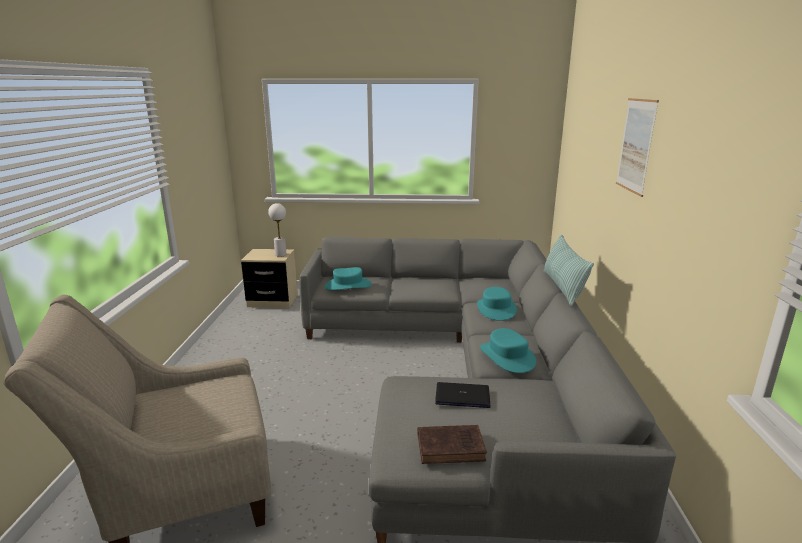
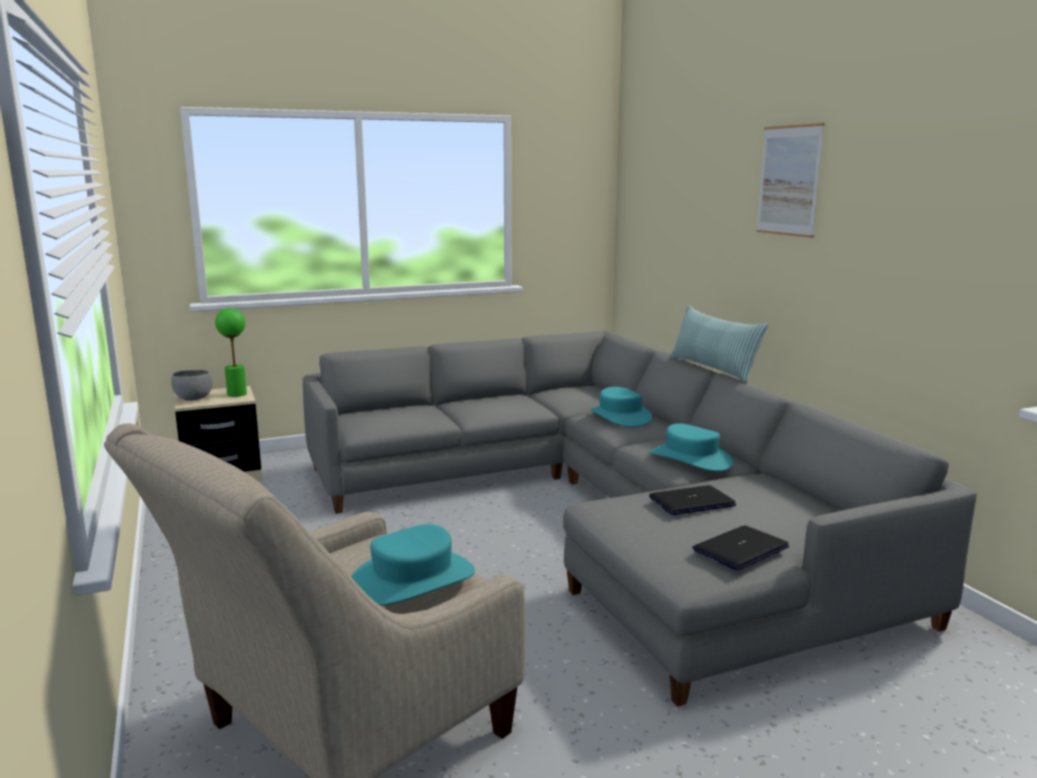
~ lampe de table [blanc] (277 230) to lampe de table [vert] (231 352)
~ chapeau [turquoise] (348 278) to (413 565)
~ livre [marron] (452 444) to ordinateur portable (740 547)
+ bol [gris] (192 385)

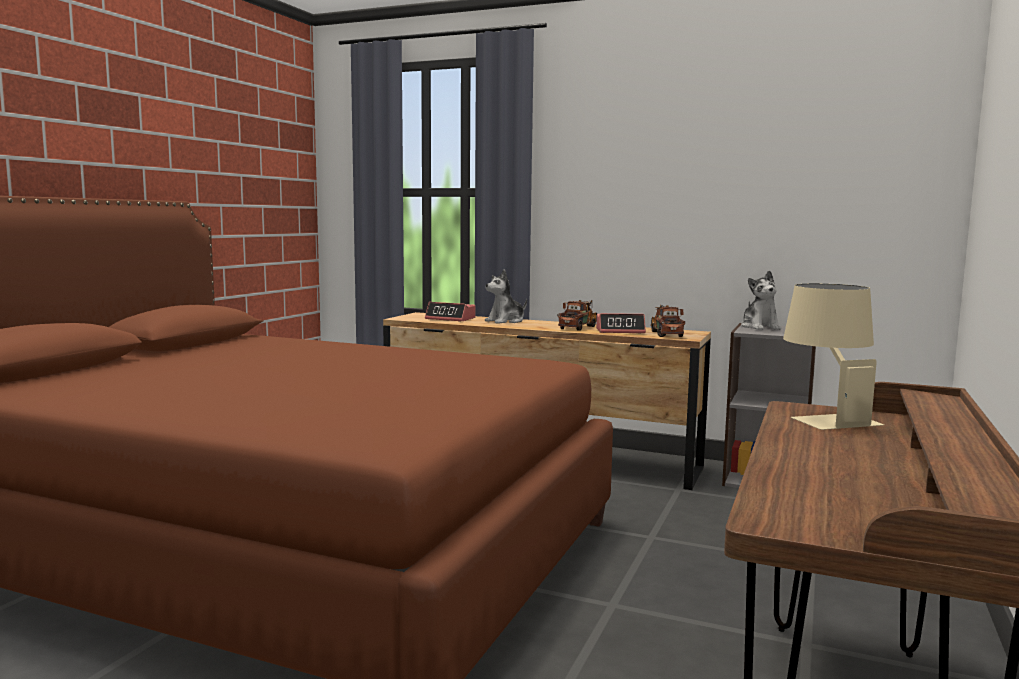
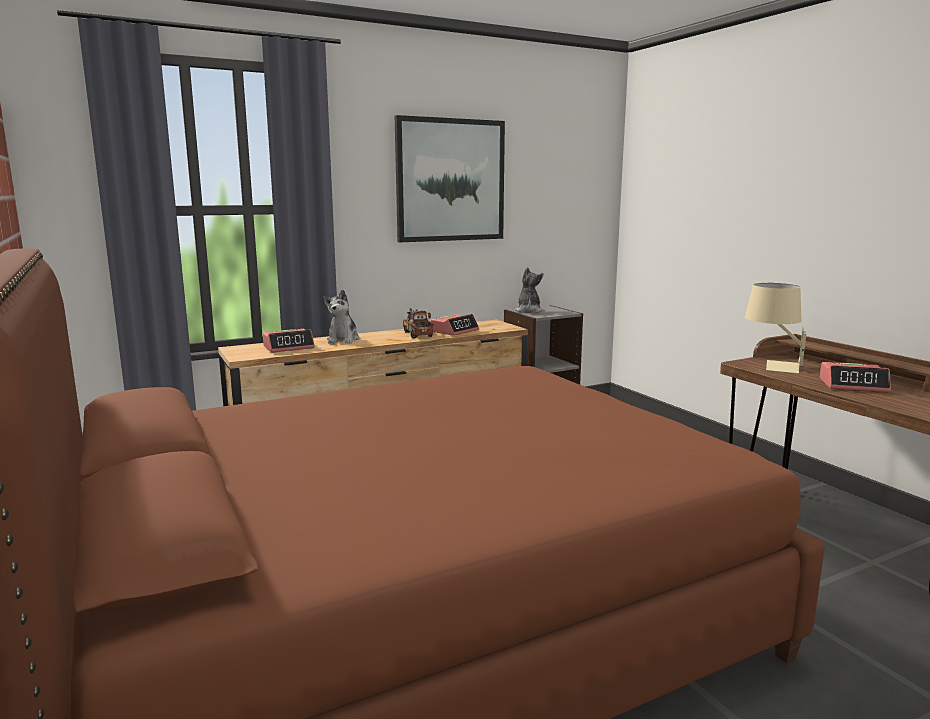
~ peluche (761 300) = (529 289) 120 degrees counterclockwise
- camion jouet (667 320)
+ tableau (450 178)
+ réveil (855 377)

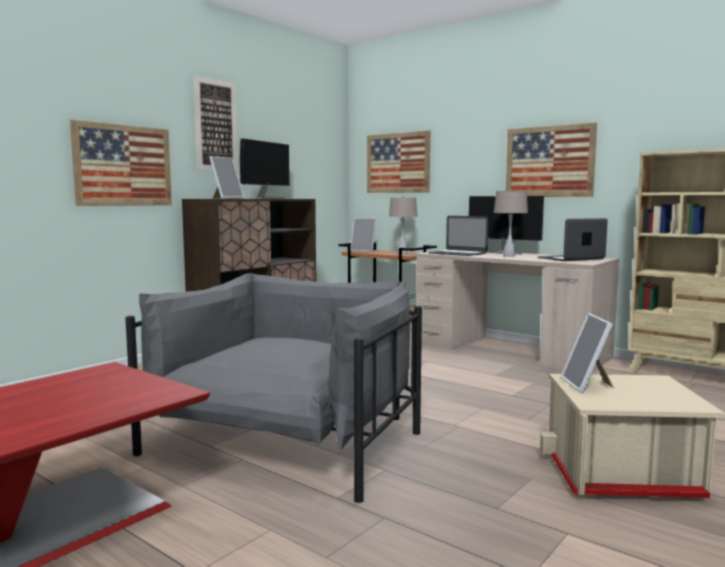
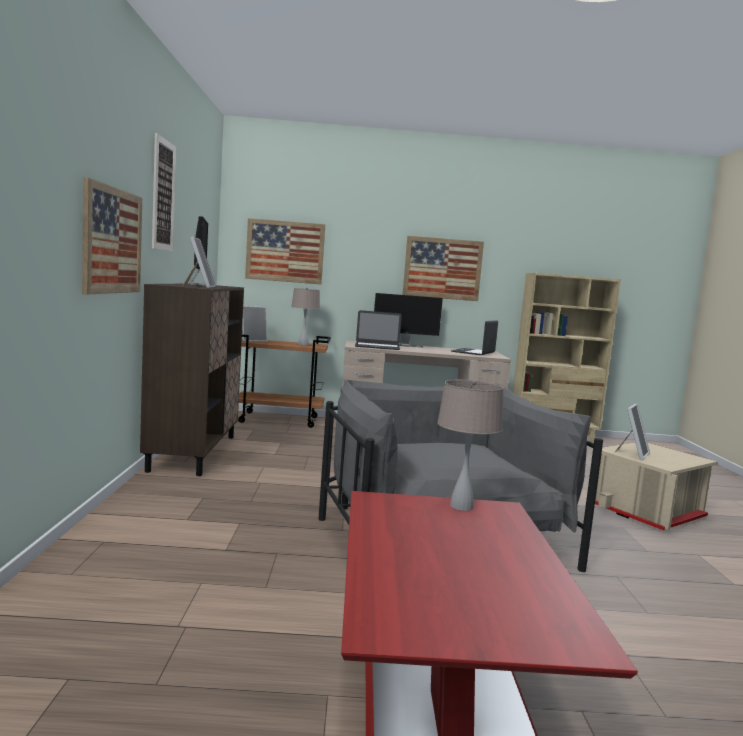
~ lampe de table [beige] (511 223) to (470 445)
~ cadre photo (587 353) = (632 432) 105 degrees counterclockwise

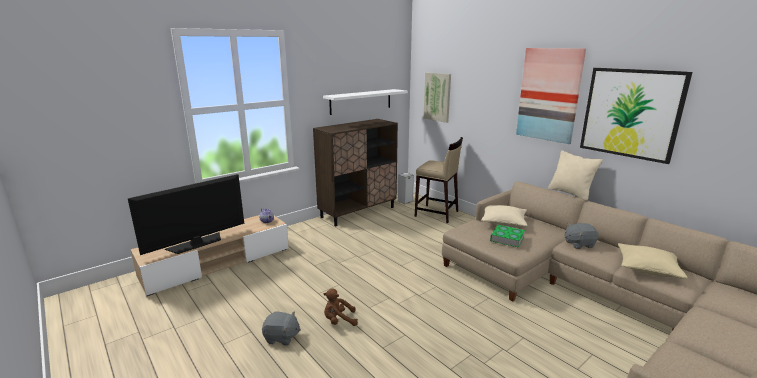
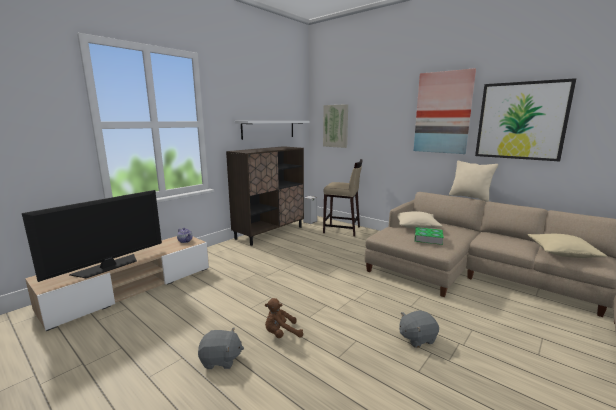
~ peluche [gris] (582 236) to (419 329)

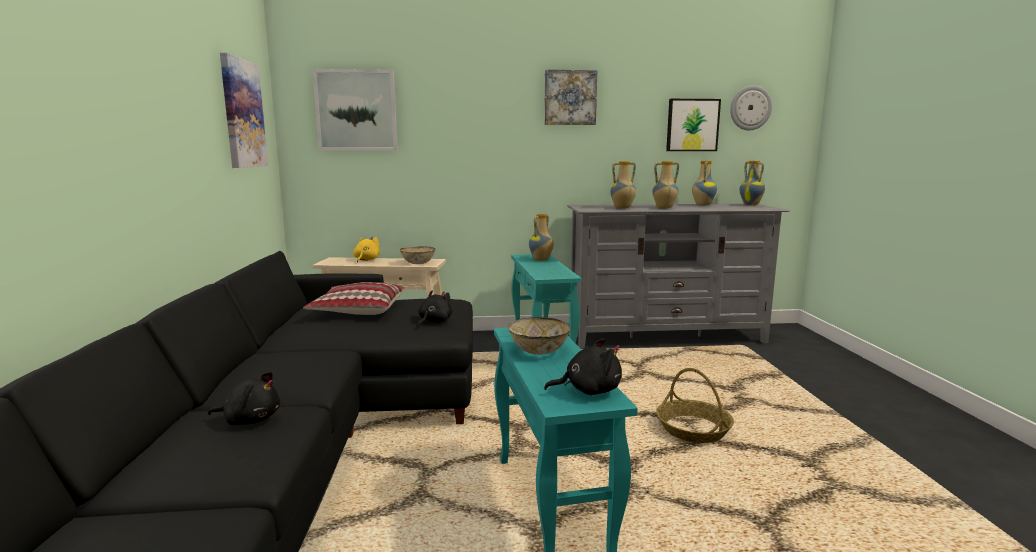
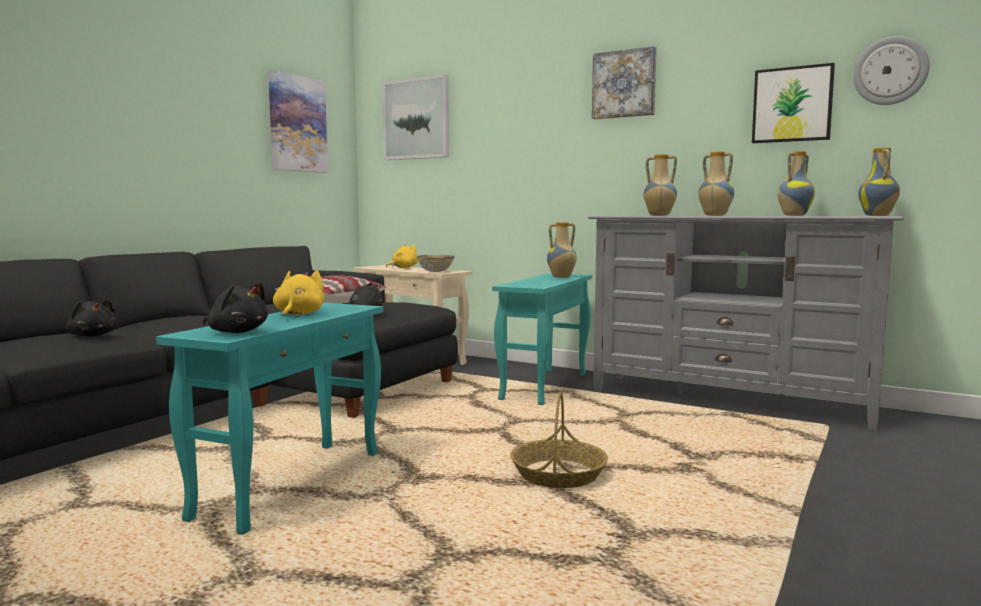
~ bol (539 336) to peluche [jaune] (298 294)

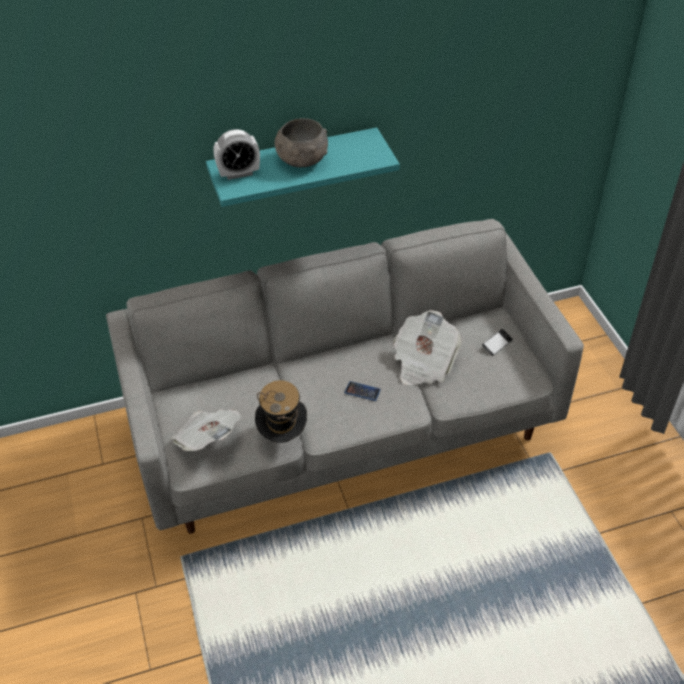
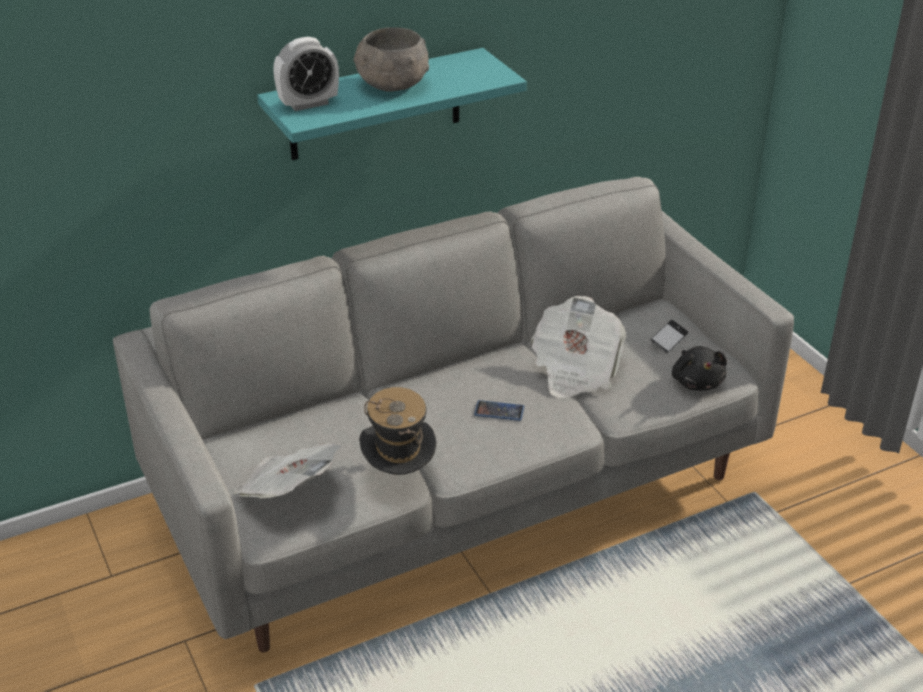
+ peluche [noir] (699 368)

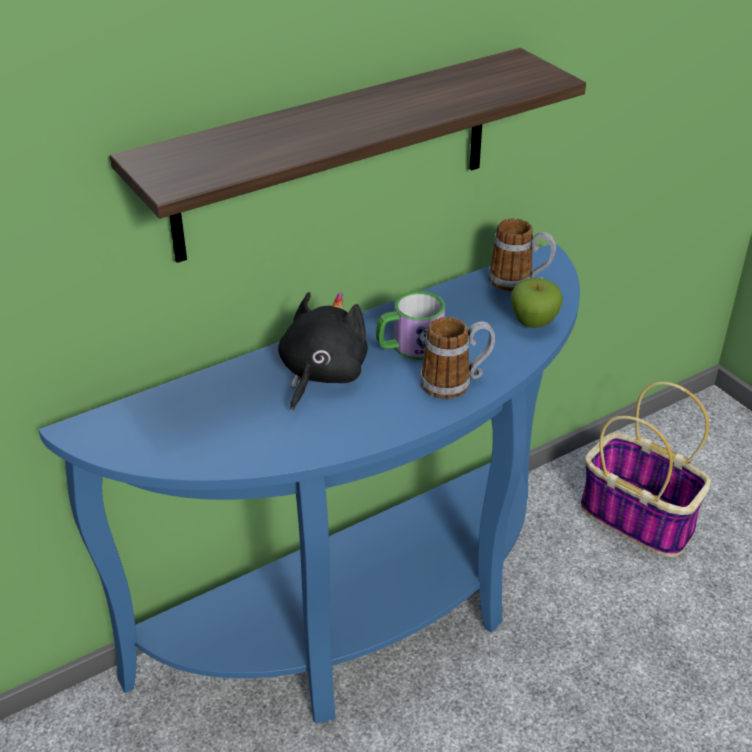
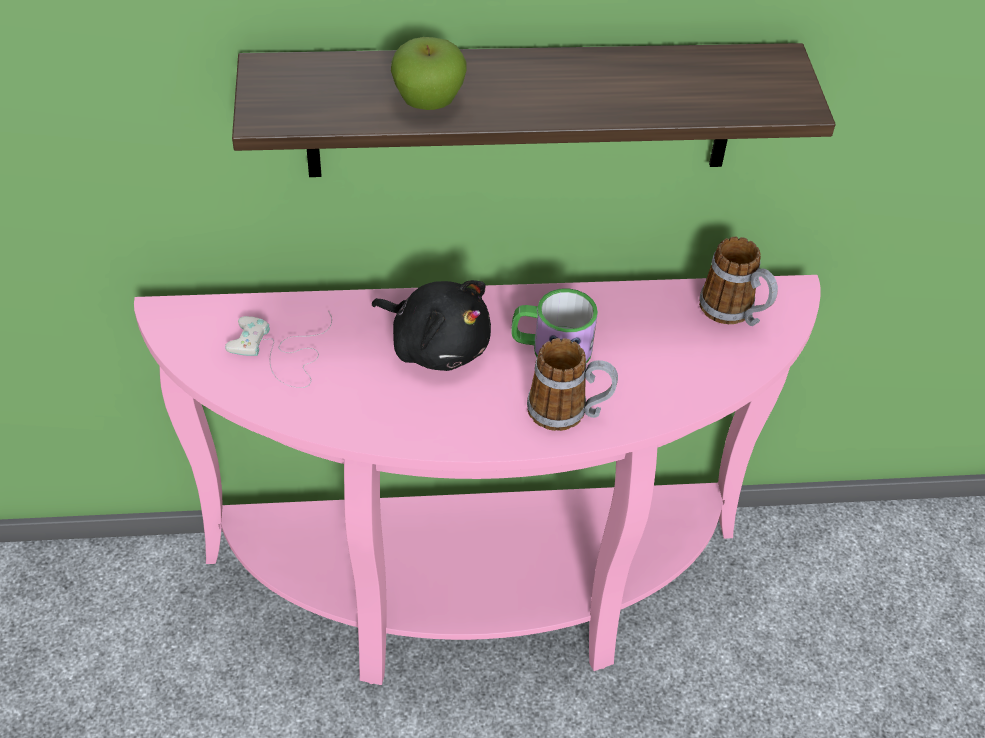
~ table console [bleu] (309 484) to table console [rose] (477 480)
~ pomme (537 303) to (429 73)
~ peluche [noir] (323 352) = (431 325) 75 degrees clockwise
- panier (646 469)
+ manette [blanc] (278 349)

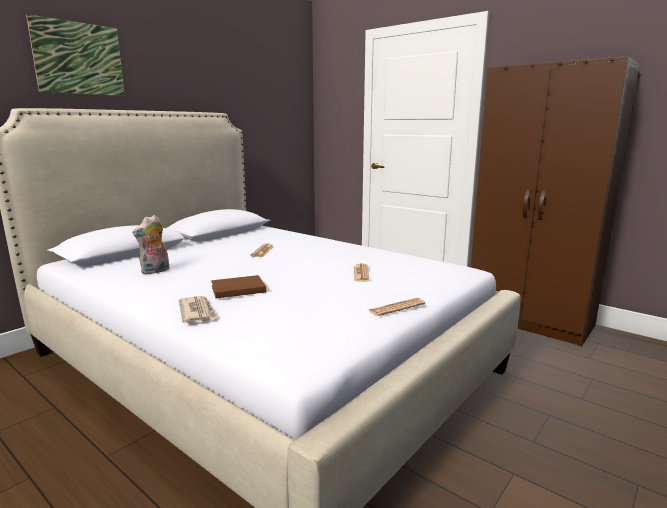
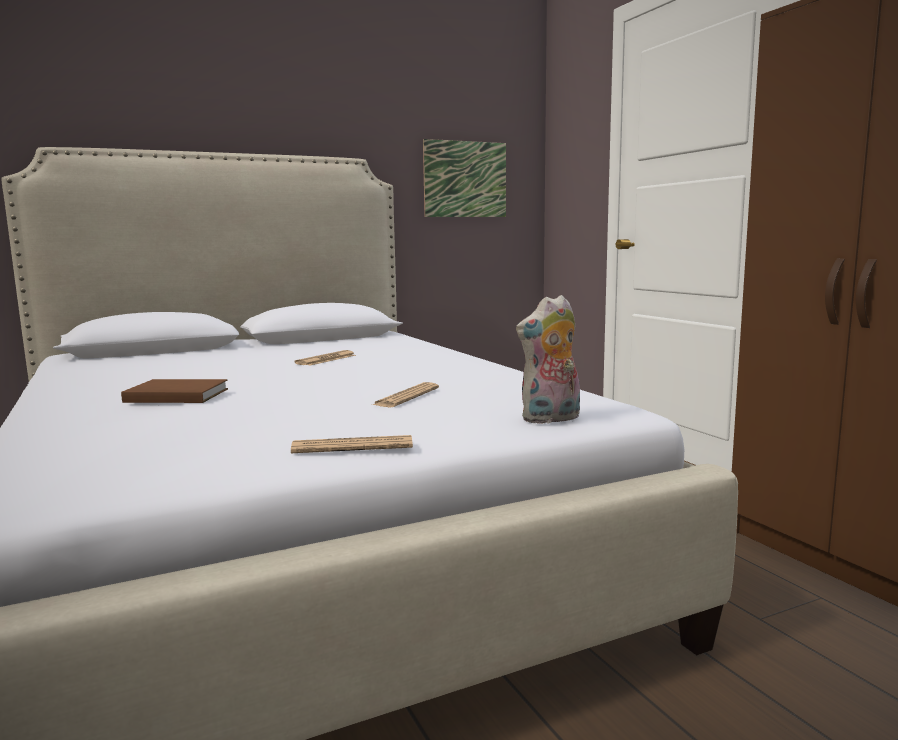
~ tableau (75 55) to (464 178)
~ peluche (150 245) to (548 359)
- journal (198 309)

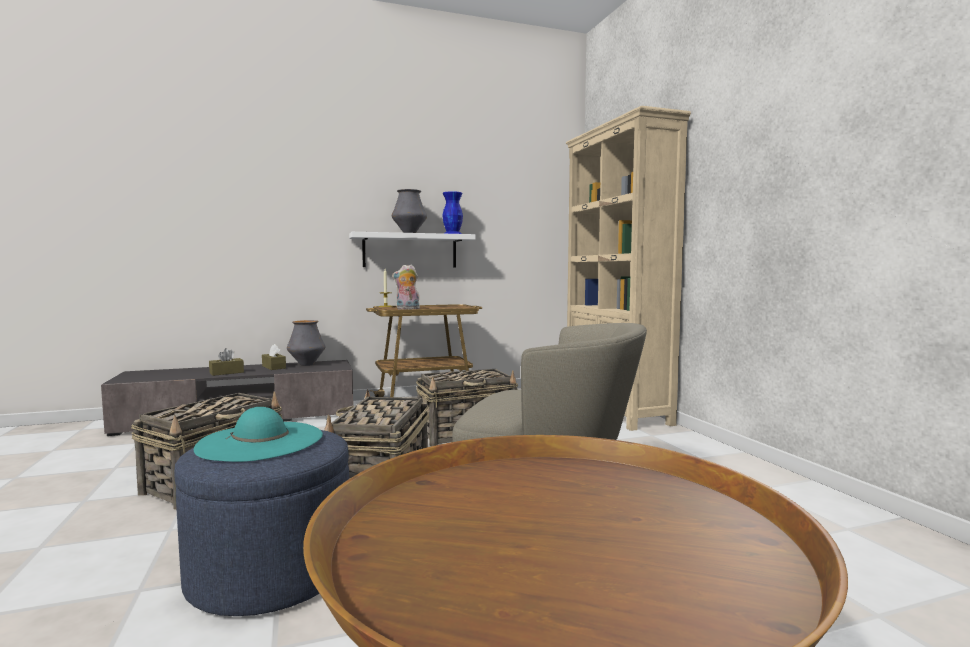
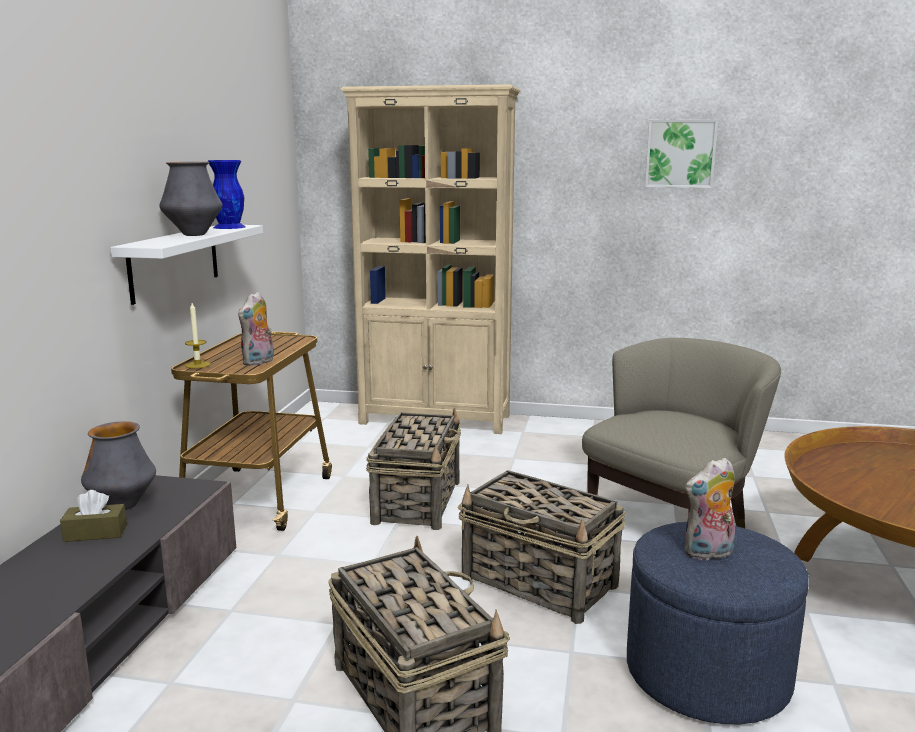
- boîte à mouchoirs [marron] (226 362)
~ chapeau [turquoise] (258 434) to peluche (710 509)
+ tableau (681 153)

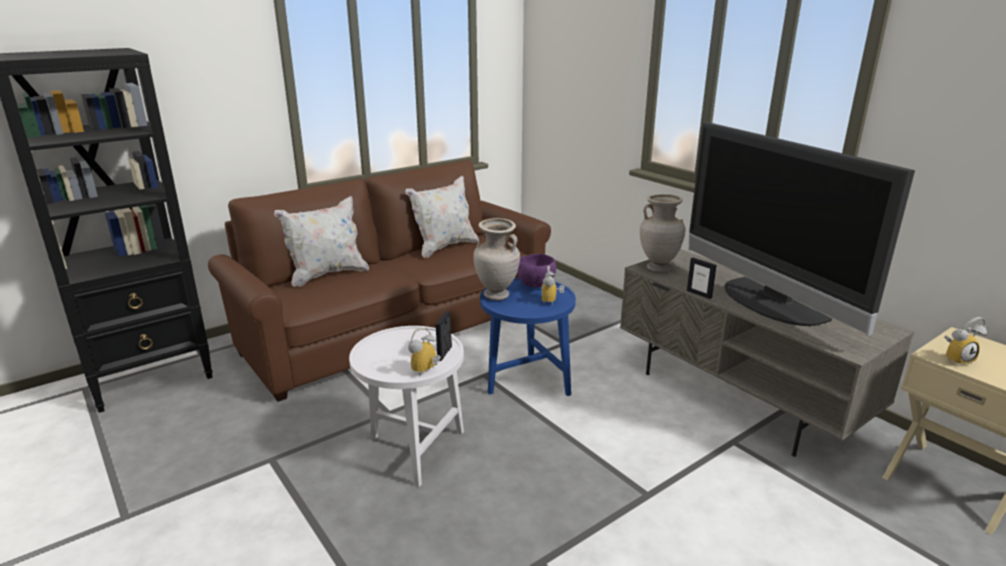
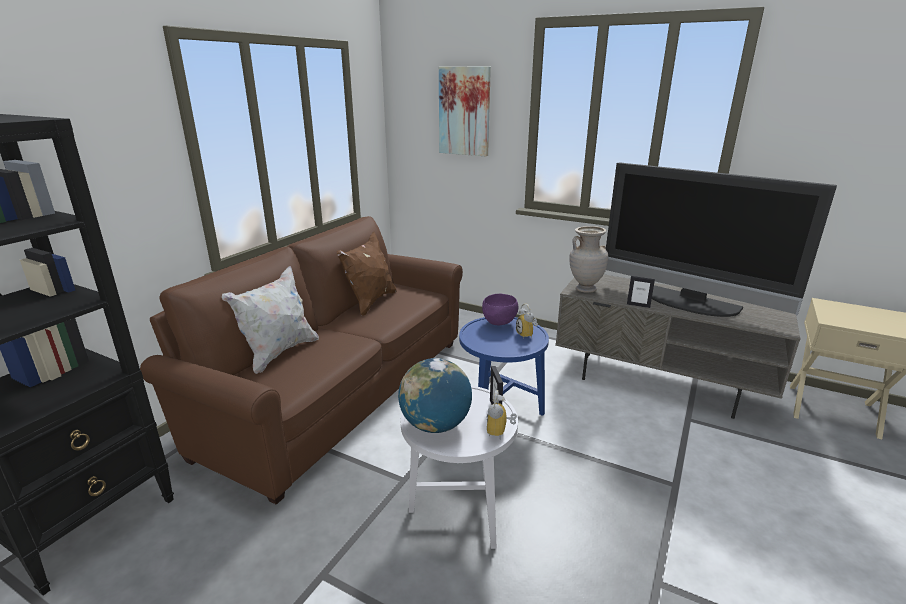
~ coussin [blanc] (442 217) to coussin [marron] (367 274)
- vase [beige] (496 259)
- réveil (965 341)
+ tableau (465 111)
+ globe (435 395)

